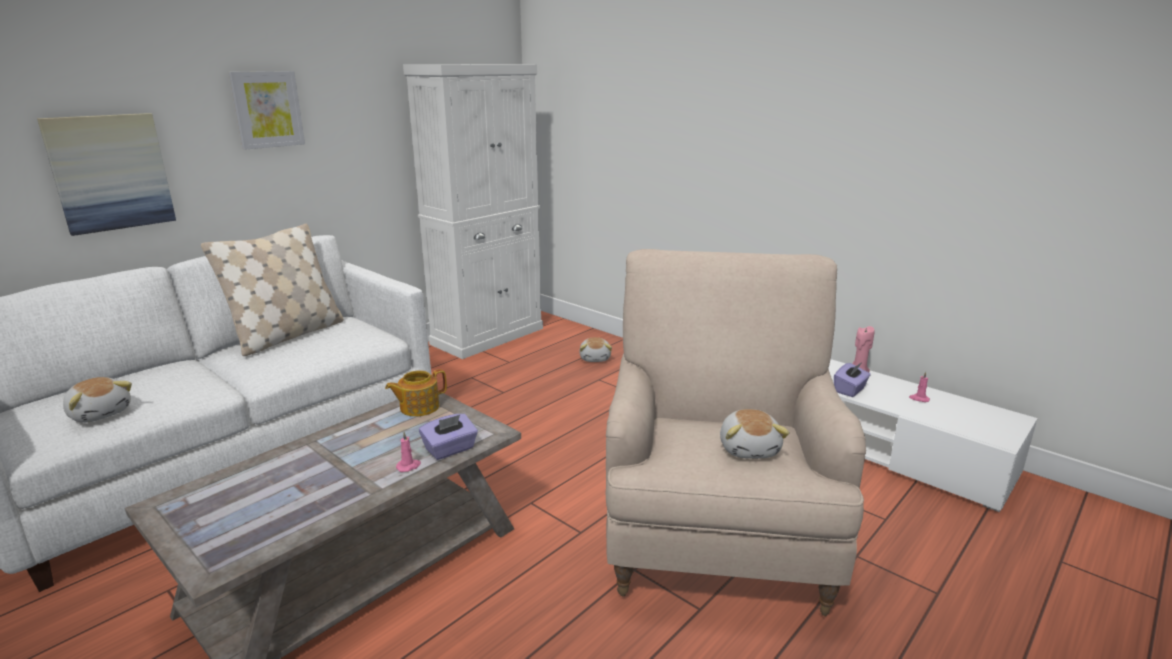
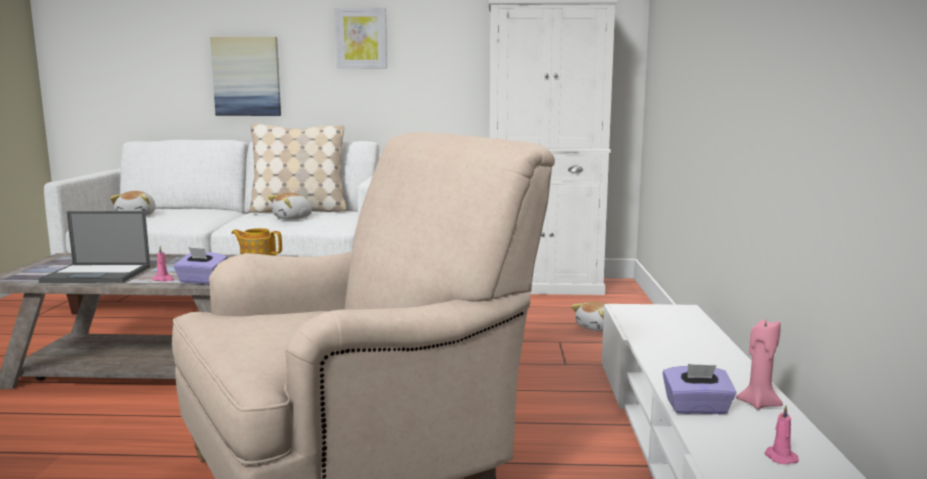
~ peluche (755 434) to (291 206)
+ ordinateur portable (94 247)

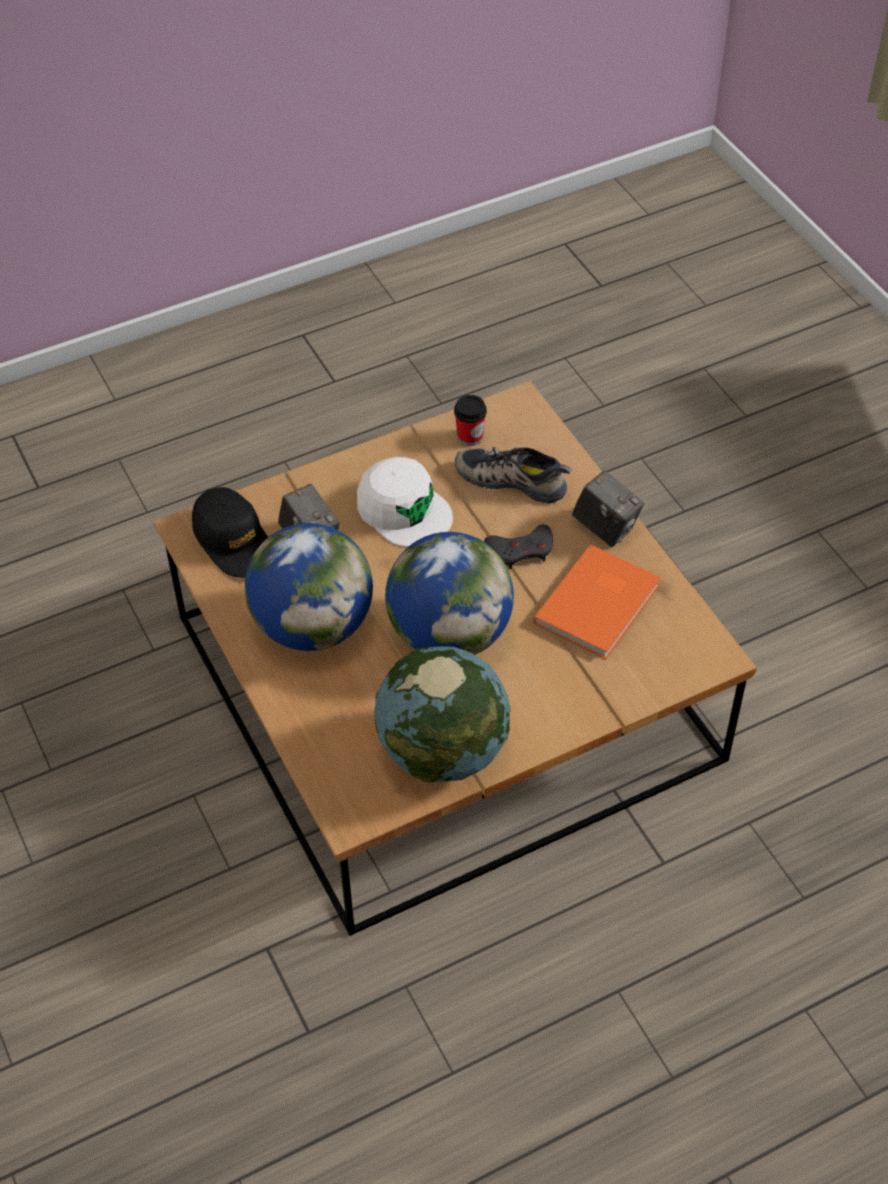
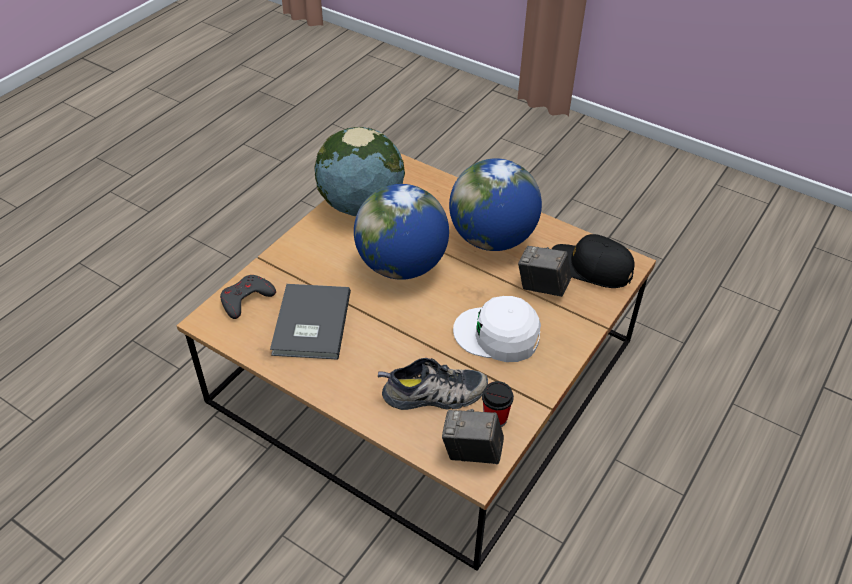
~ appareil photo (608 509) to (473 436)
~ manette [gris] (518 546) to (248 297)
~ livre [orange] (597 601) to livre [gris] (310 322)

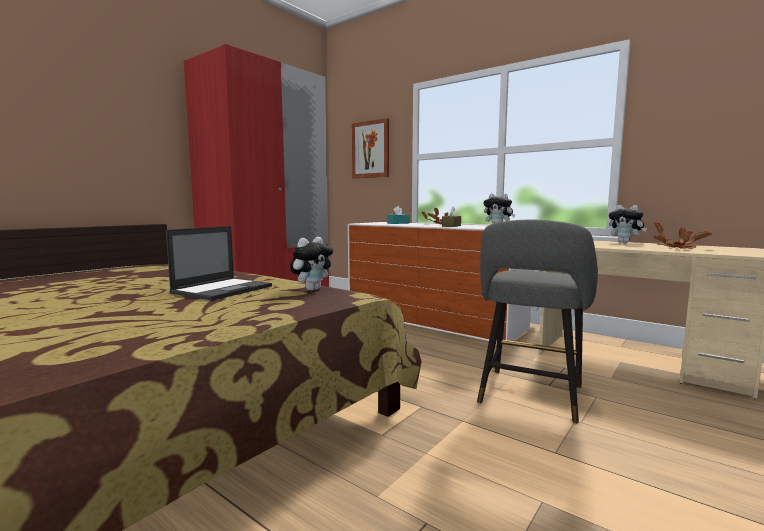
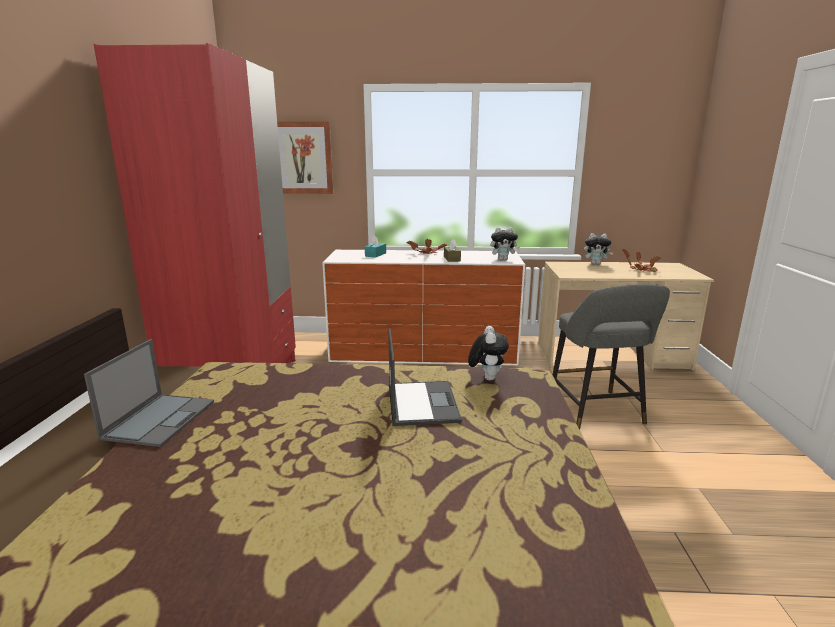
+ ordinateur portable (149 393)

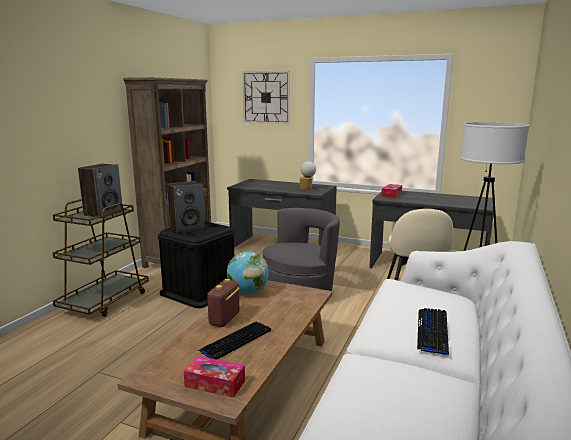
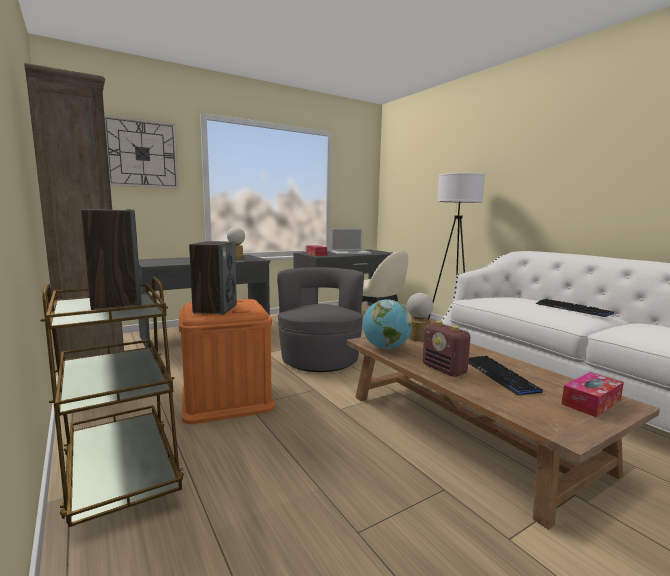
~ boîte de rangement [noir] (196 264) to boîte de rangement [orange] (227 361)
+ ordinateur portable (351 241)
+ lampe de table (420 317)

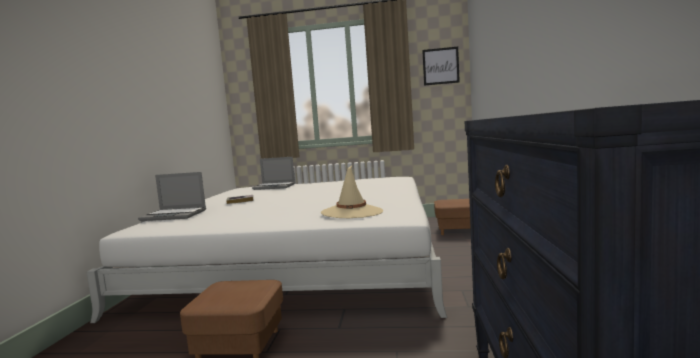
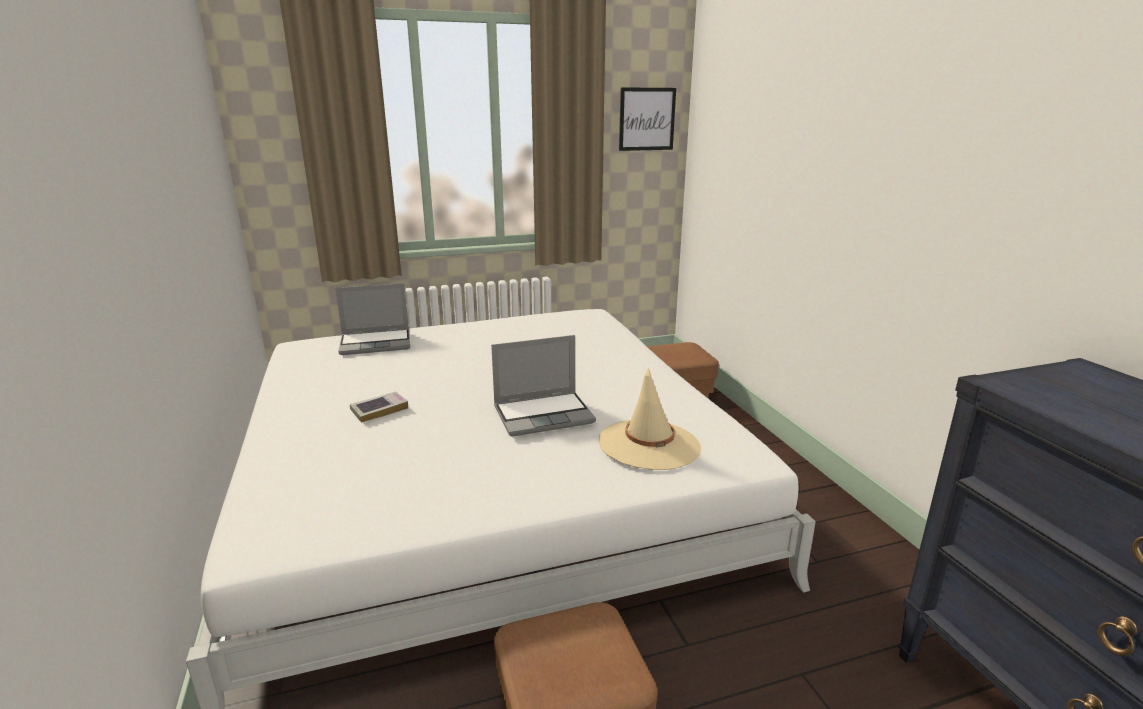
~ ordinateur portable (172 196) to (543 386)

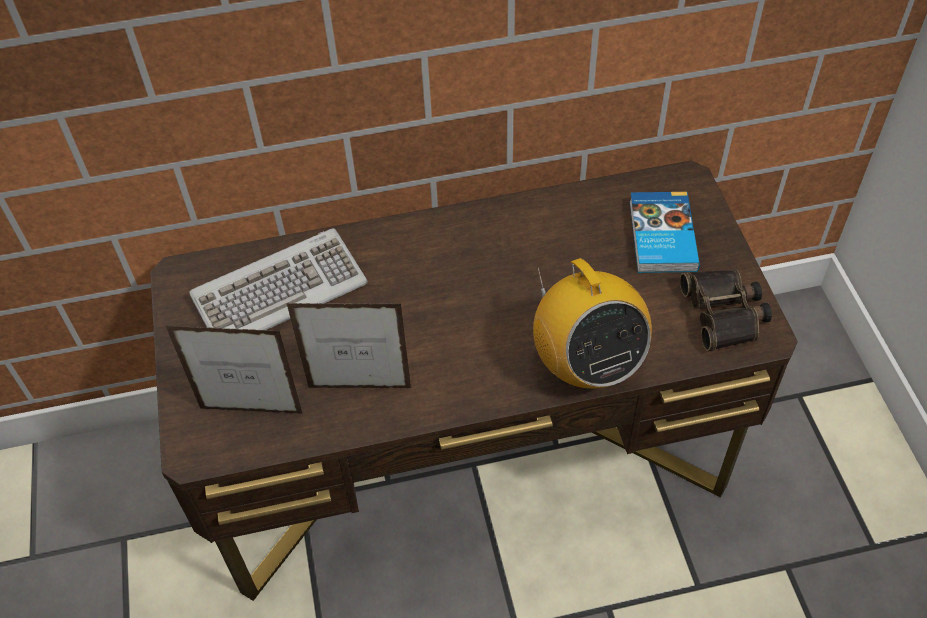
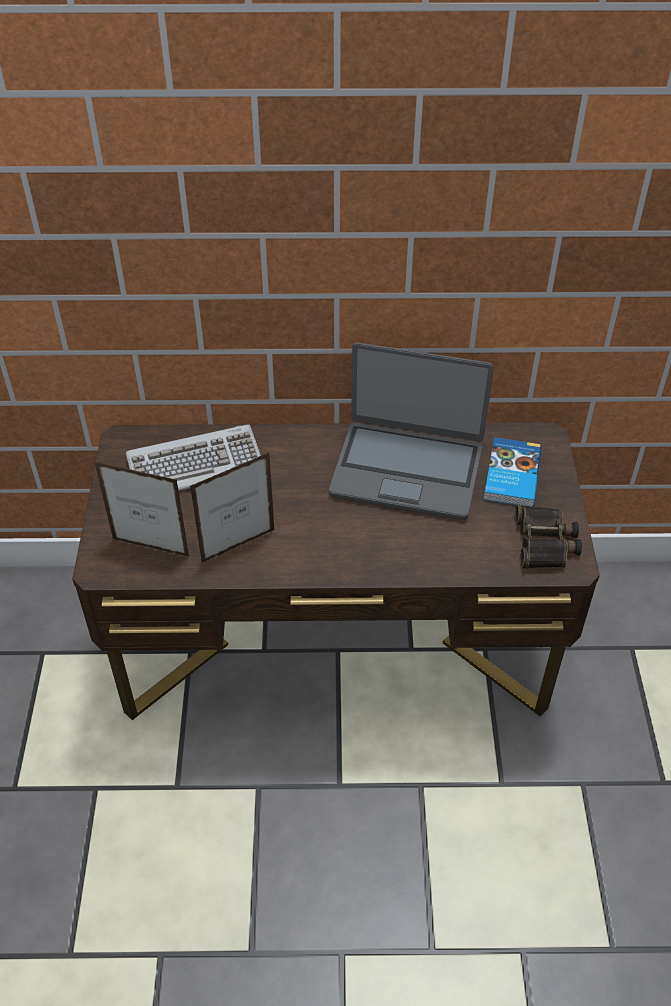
- radio (592 323)
~ cadre photo (349 345) = (232 508) 135 degrees clockwise
+ ordinateur portable (411 431)

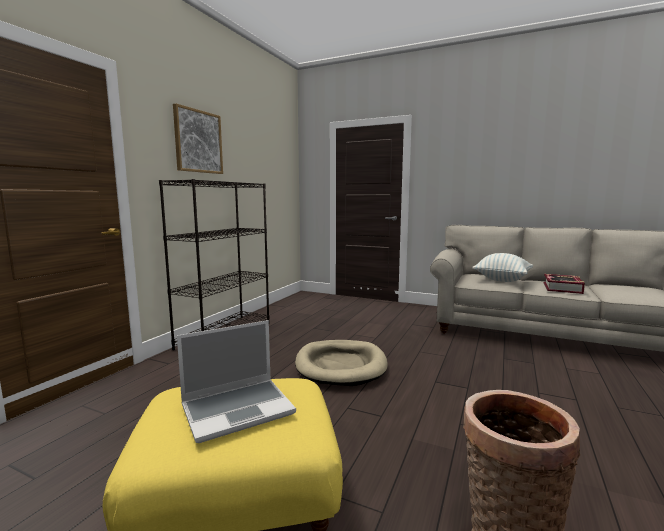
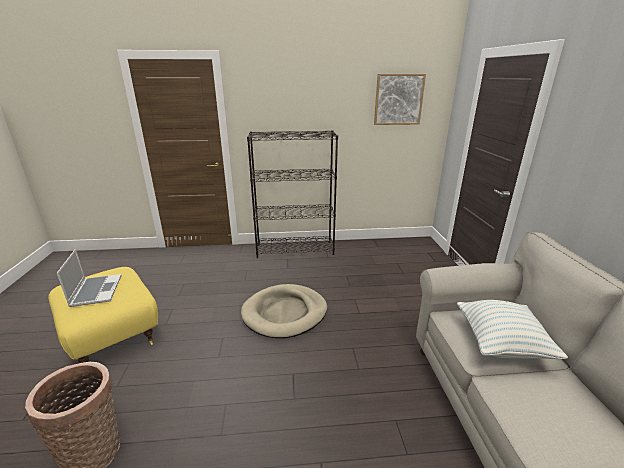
~ tableau (198 138) to (400 99)
- livre (564 284)
~ ordinateur portable (236 381) = (89 278) 135 degrees counterclockwise

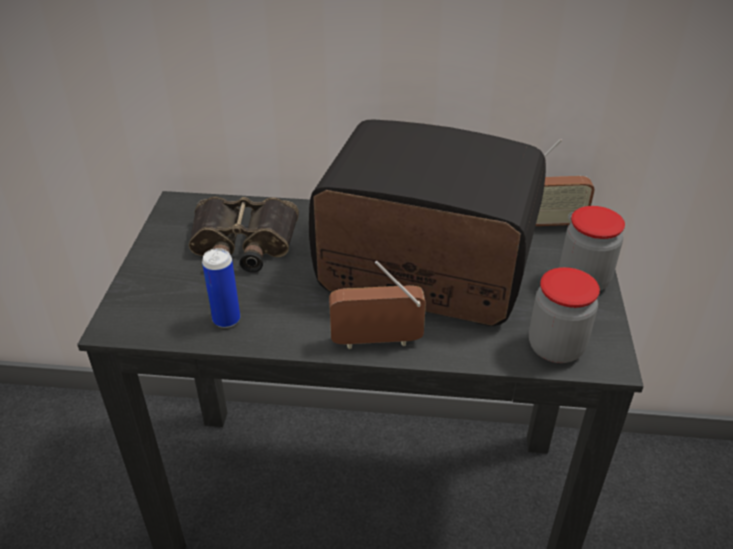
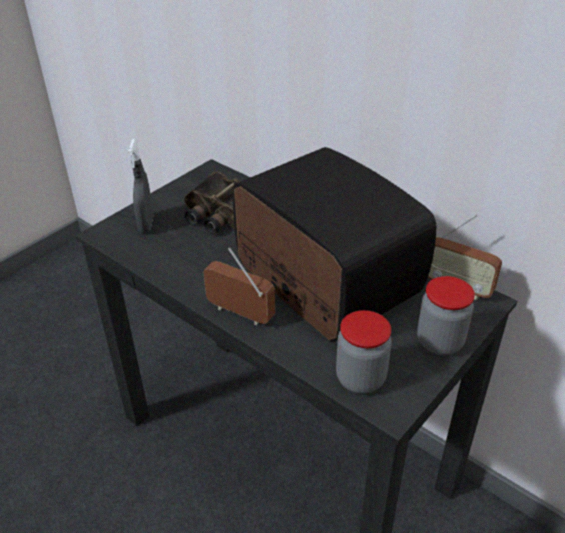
- boîte métallique (221 288)
+ vaporisateur [gris] (140 186)

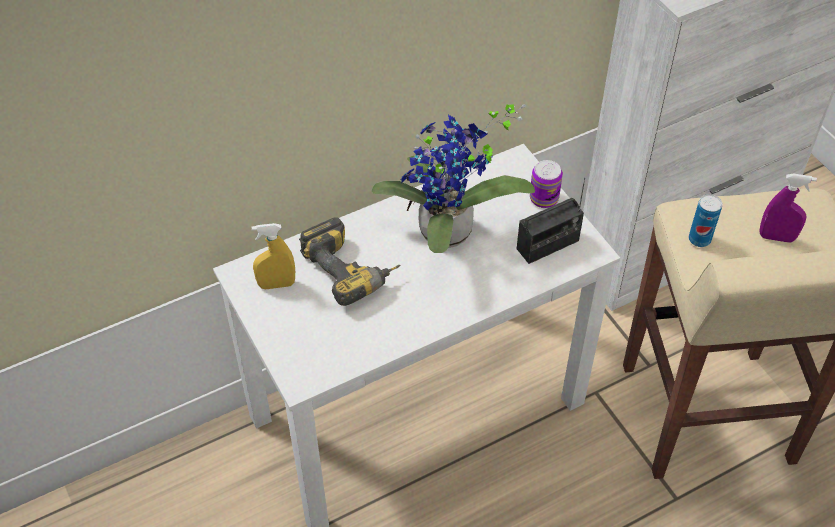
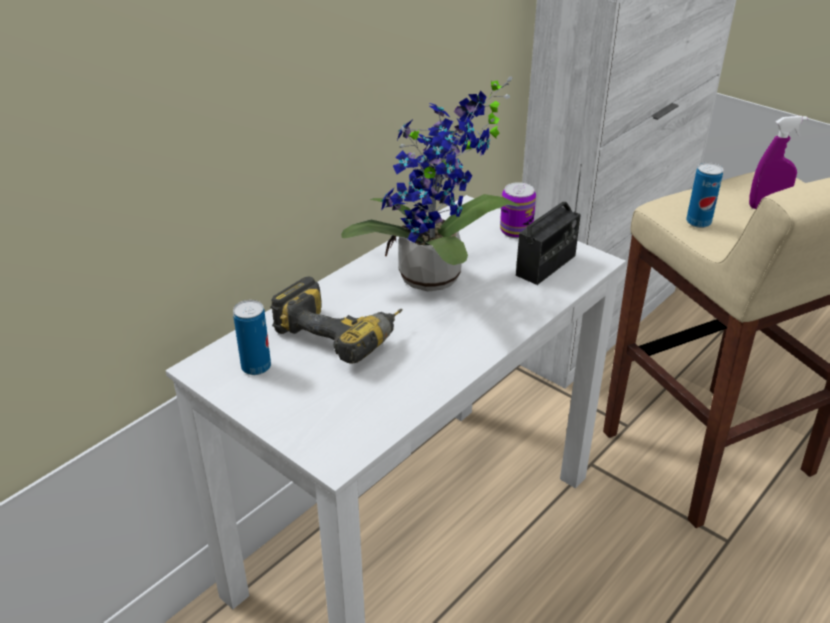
~ vaporisateur [jaune] (273 256) to boîte métallique (252 337)

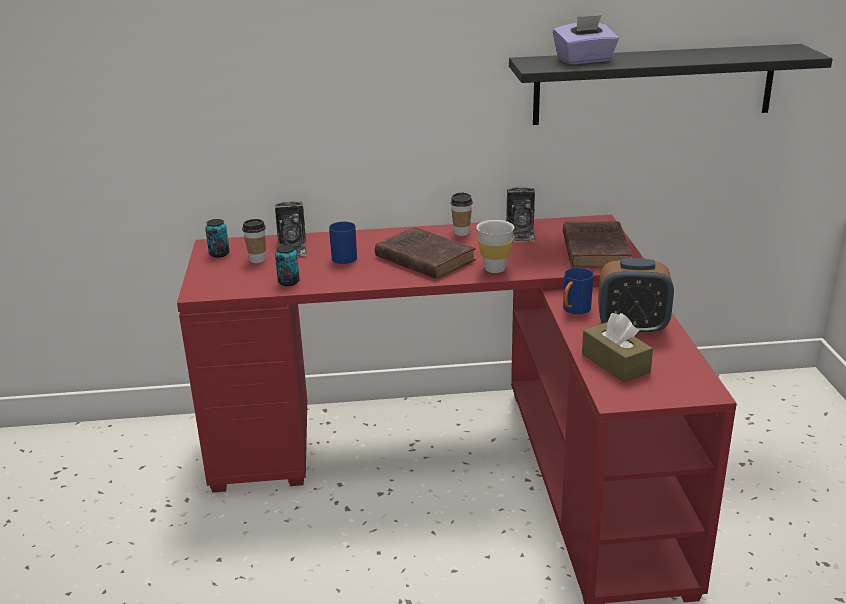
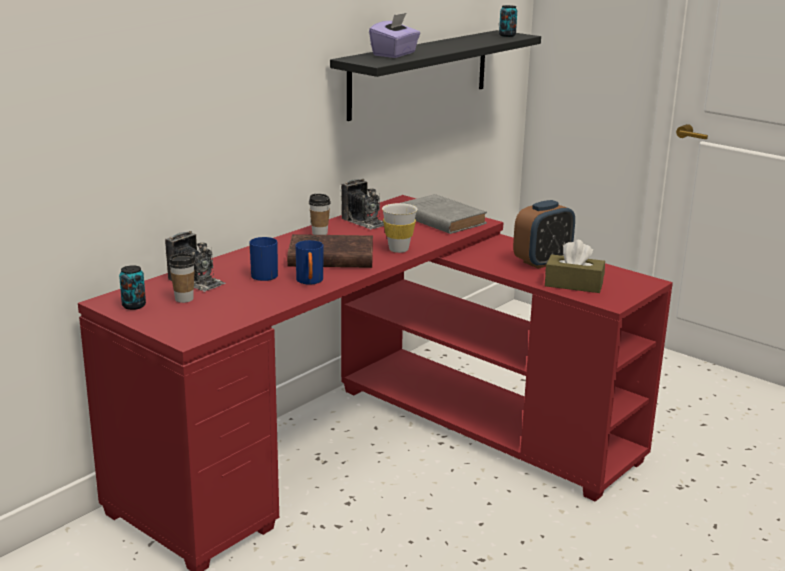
~ livre [marron] (597 245) to livre [gris] (444 214)
~ boîte métallique (287 265) to (508 21)
~ mug [bleu] (578 291) to (309 262)

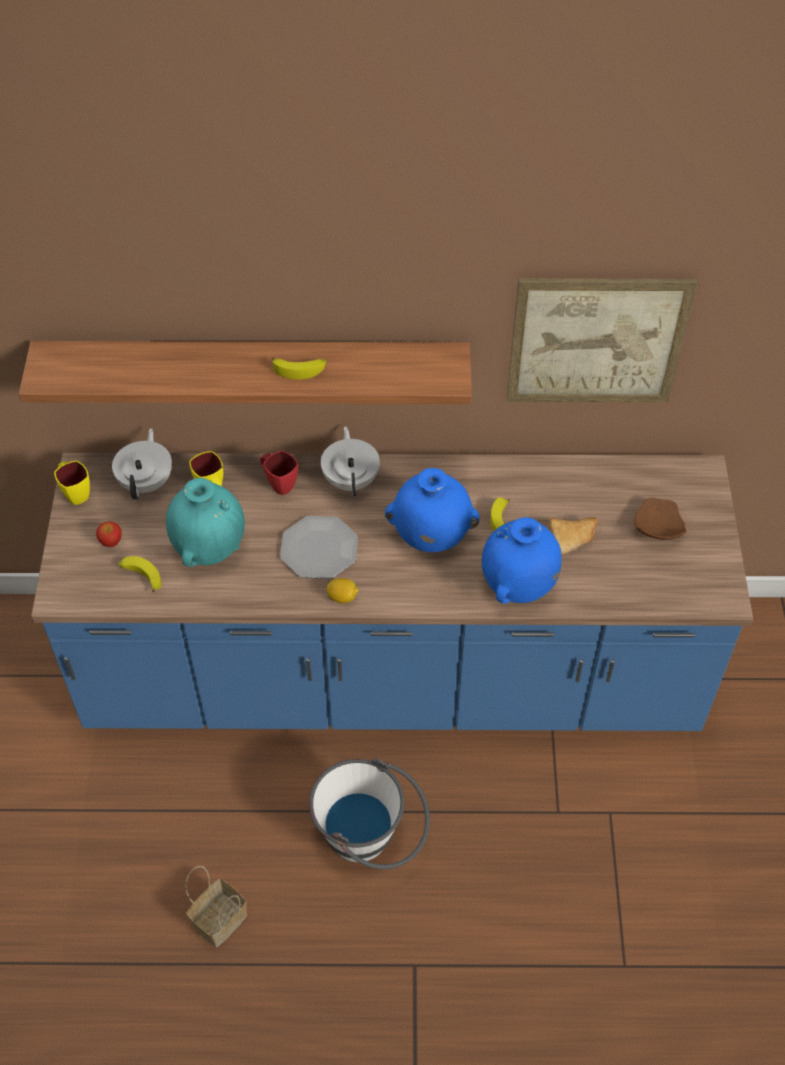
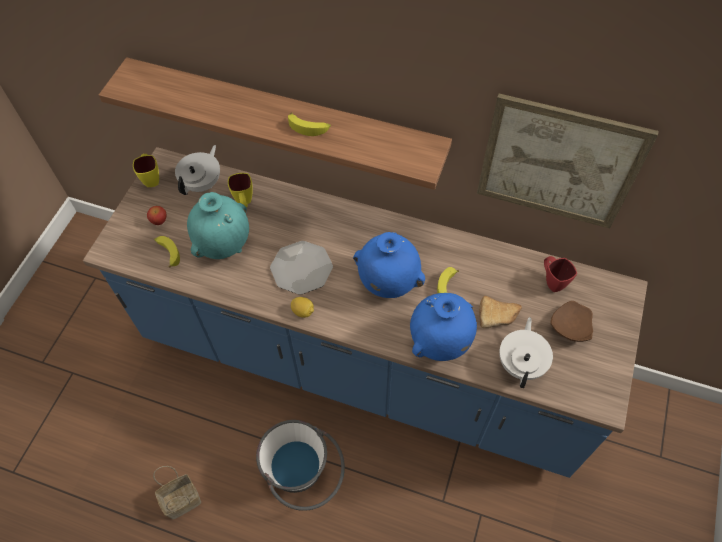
~ théière [blanc] (350 461) to (526 352)
~ mug [rouge] (279 473) to (560 274)

